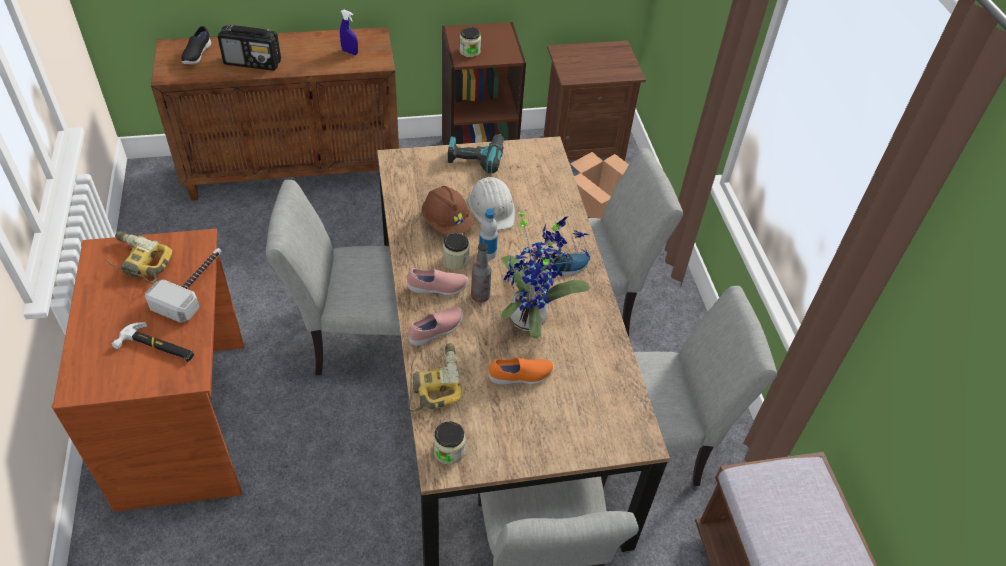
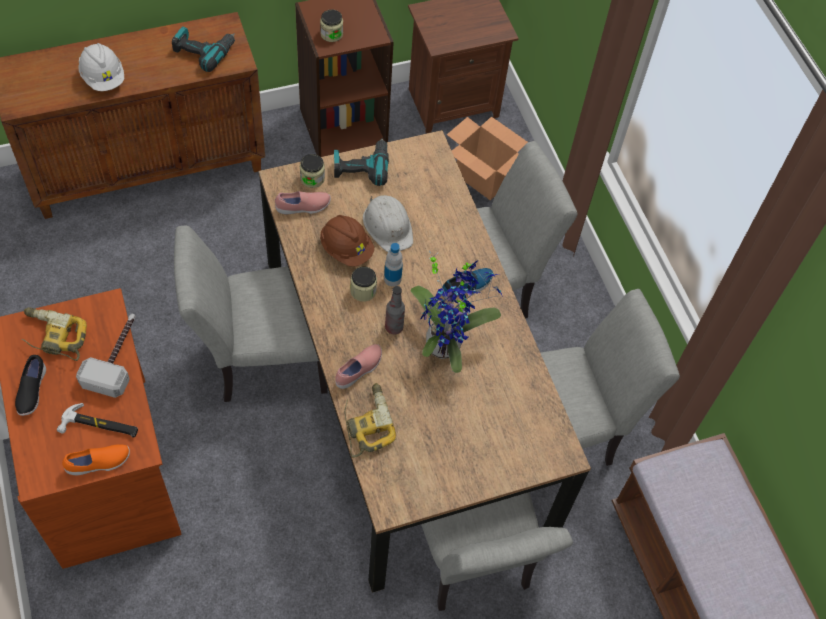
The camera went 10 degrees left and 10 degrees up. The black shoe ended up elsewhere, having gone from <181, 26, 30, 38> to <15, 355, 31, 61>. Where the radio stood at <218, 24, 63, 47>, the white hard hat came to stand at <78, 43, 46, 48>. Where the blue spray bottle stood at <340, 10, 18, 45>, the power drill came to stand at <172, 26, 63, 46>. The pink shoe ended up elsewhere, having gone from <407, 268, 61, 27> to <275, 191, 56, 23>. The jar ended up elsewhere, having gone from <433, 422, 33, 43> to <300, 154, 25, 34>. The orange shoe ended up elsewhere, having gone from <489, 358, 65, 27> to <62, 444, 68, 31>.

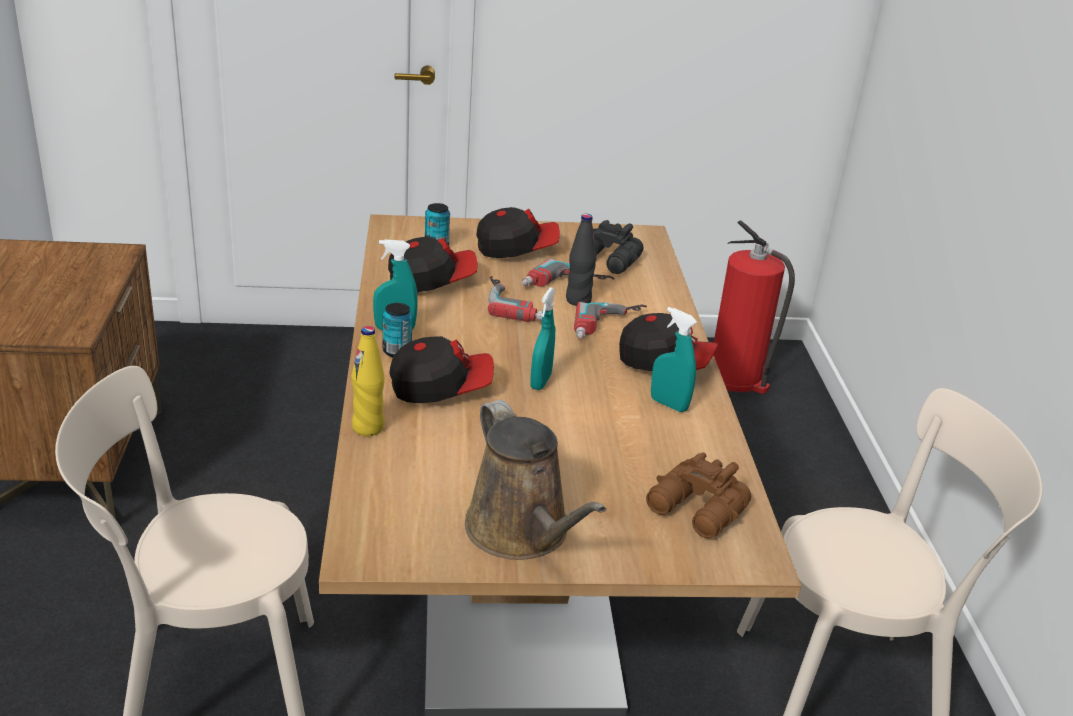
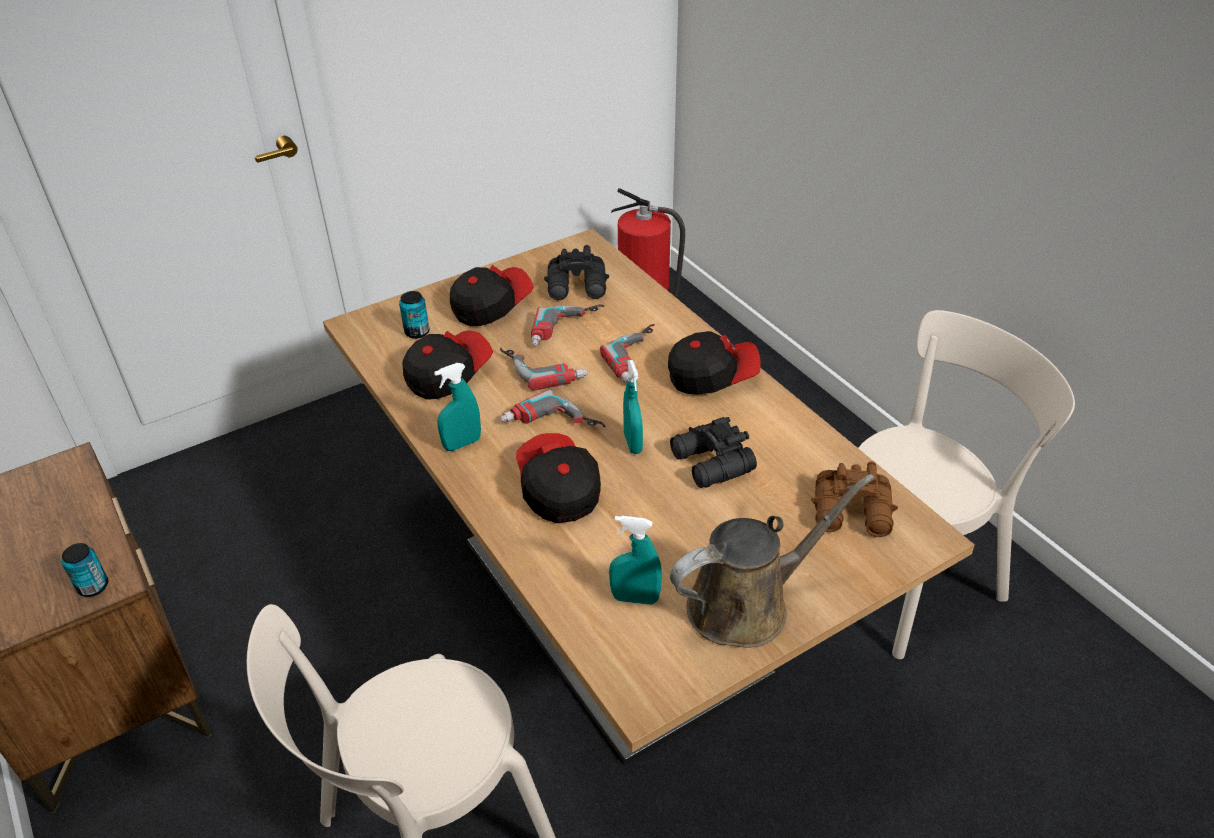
The camera went 25 degrees left and 10 degrees up. The second view lost the yellow bottle at <351, 326, 34, 110>. The can ended up elsewhere, having gone from <383, 303, 29, 54> to <62, 543, 47, 54>. The cap at <390, 336, 104, 67> ended up facing another way, 75 degrees counterclockwise from before. The brown watering can at <465, 400, 141, 160> ended up facing another way, 60 degrees counterclockwise from before. The second view lost the black bottle at <566, 214, 31, 92>. The turquoise spray bottle ended up elsewhere, having gone from <651, 307, 46, 105> to <609, 516, 53, 89>. The second view gained the power drill at <500, 390, 106, 37>. The second view gained the black binoculars at <670, 417, 87, 71>.

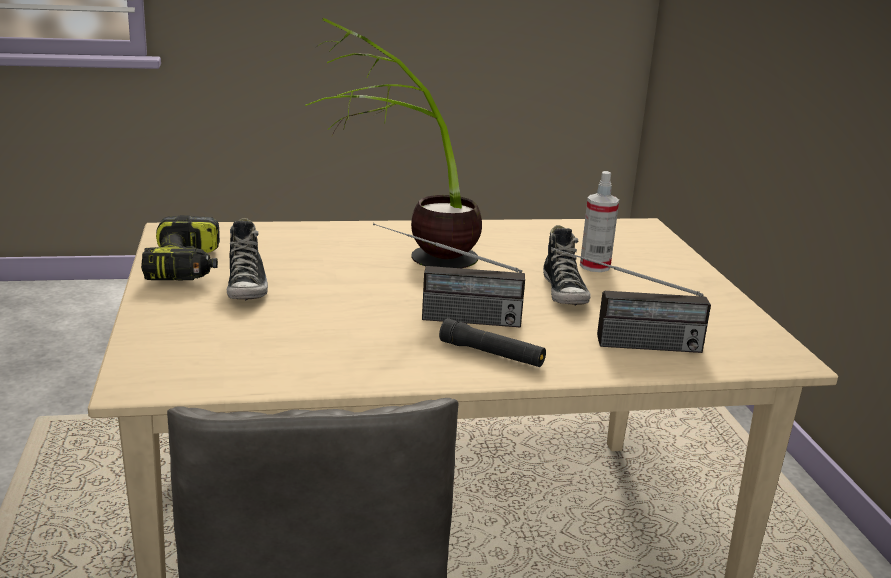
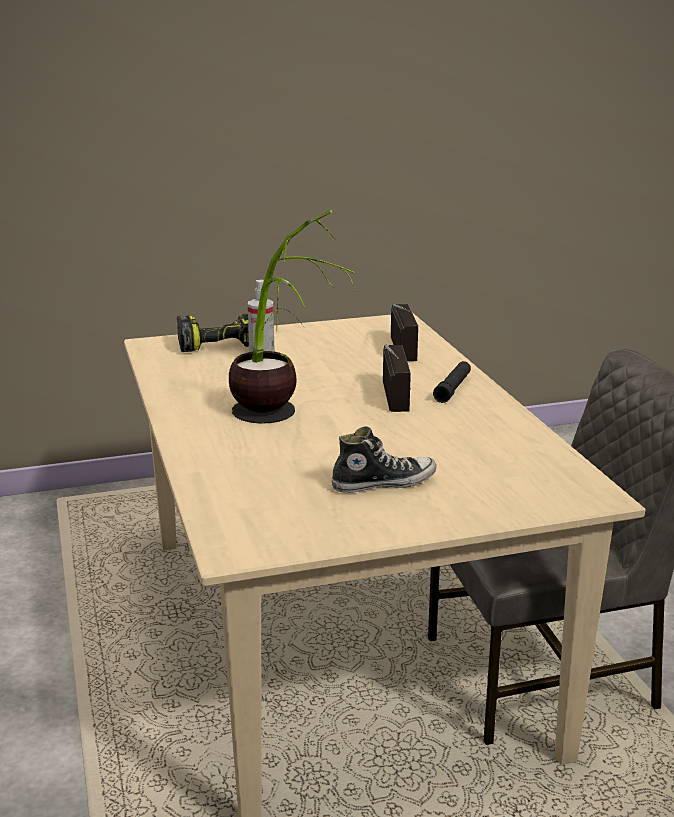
The camera went 95 degrees left and 0 degrees up. The power drill ended up elsewhere, having gone from <141, 215, 79, 65> to <177, 314, 72, 38>. The second view lost the shoe at <543, 225, 48, 81>.

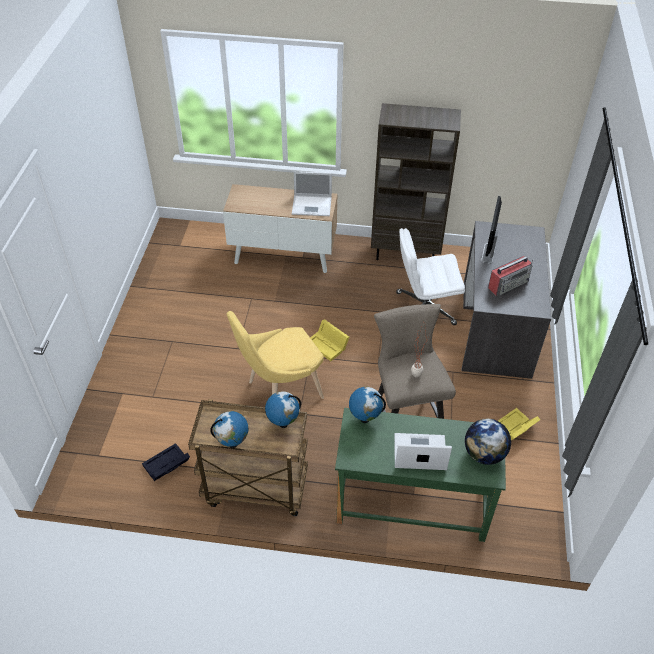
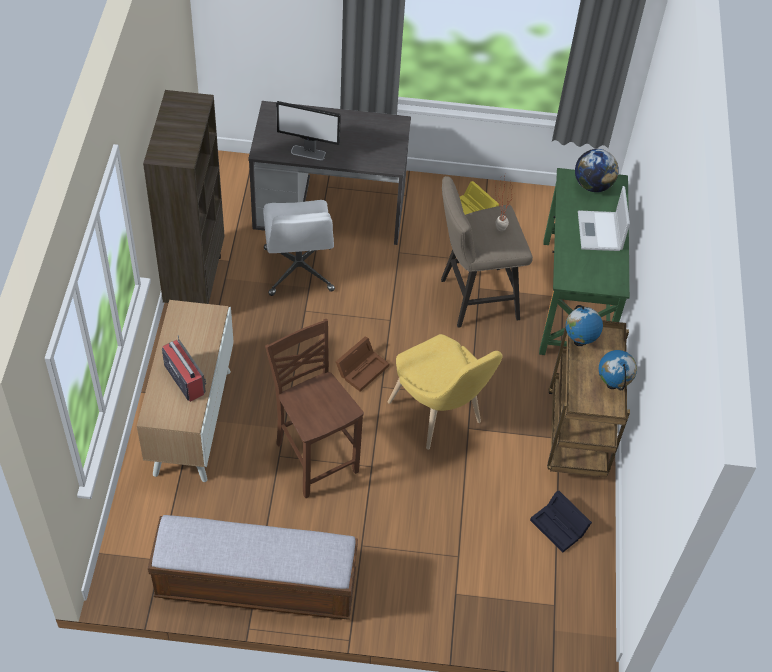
The camera went 95 degrees left and 5 degrees up. The second view lost the laptop at <292, 171, 40, 45>. What was the yellow storage box at <310, 319, 39, 42> turned into the brown storage box at <336, 337, 53, 55>. The second view lost the globe at <349, 387, 37, 36>. The radio ended up elsewhere, having gone from <488, 256, 45, 40> to <162, 335, 44, 67>. The second view gained the bench at <148, 515, 210, 105>. The second view gained the brown chair at <265, 319, 99, 179>.

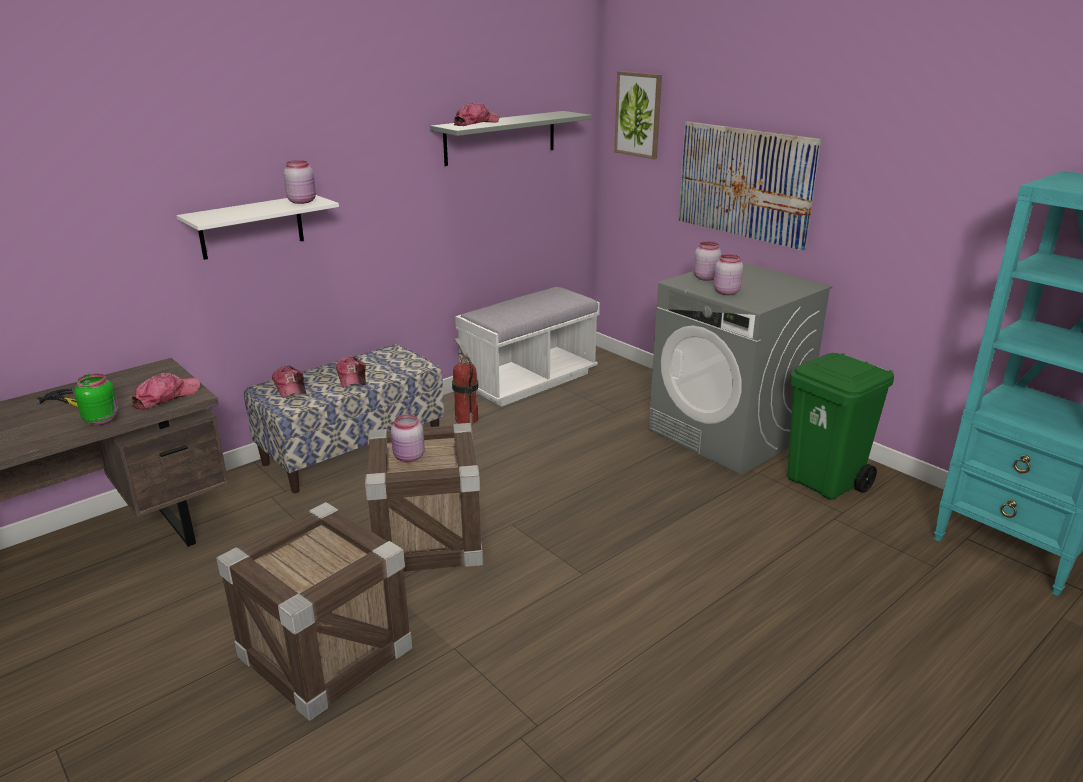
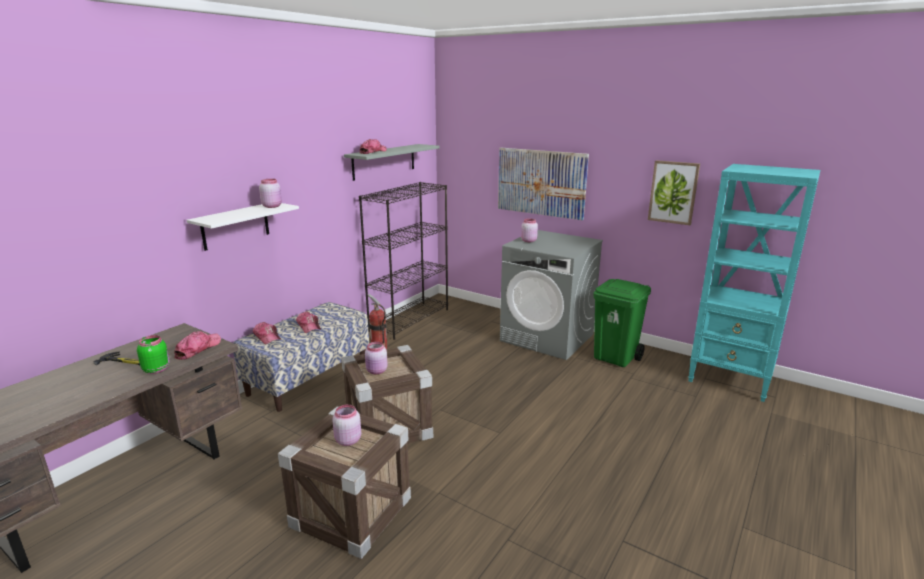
The camera went 15 degrees left and 5 degrees down. Where the white bench stood at <455, 287, 145, 120>, the black bookcase came to stand at <359, 182, 89, 158>. The picture ended up elsewhere, having gone from <614, 71, 48, 88> to <648, 160, 52, 65>. The pink jar ended up elsewhere, having gone from <714, 254, 29, 41> to <332, 405, 29, 41>.

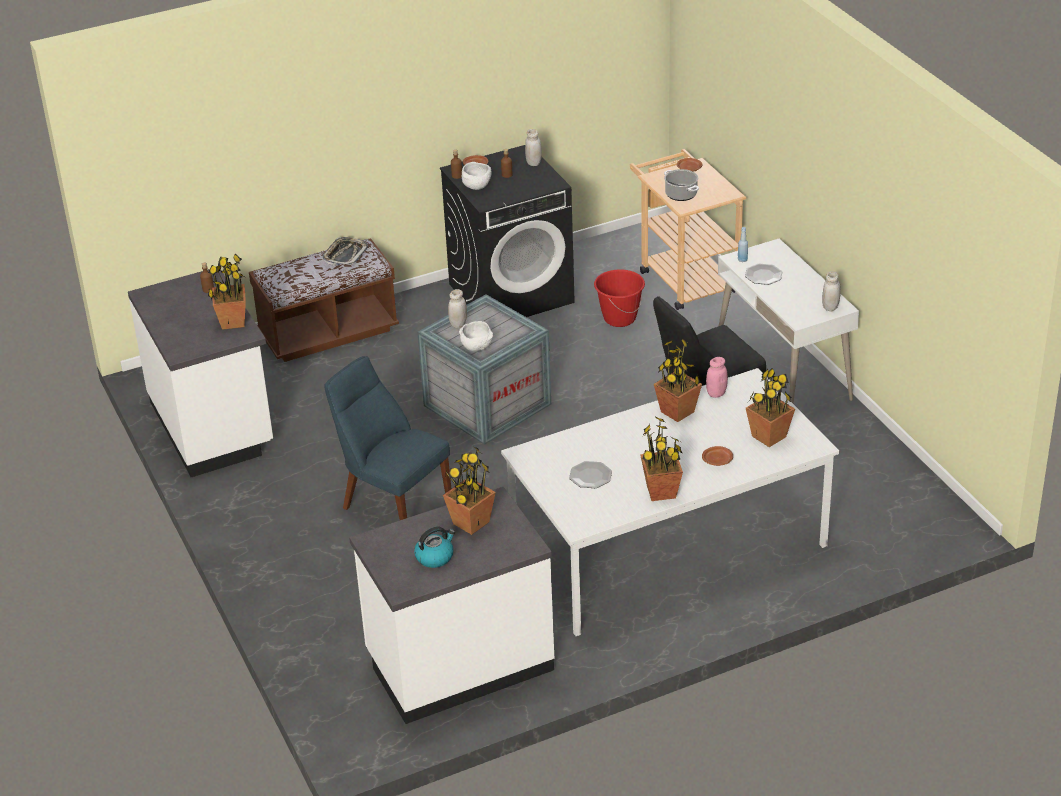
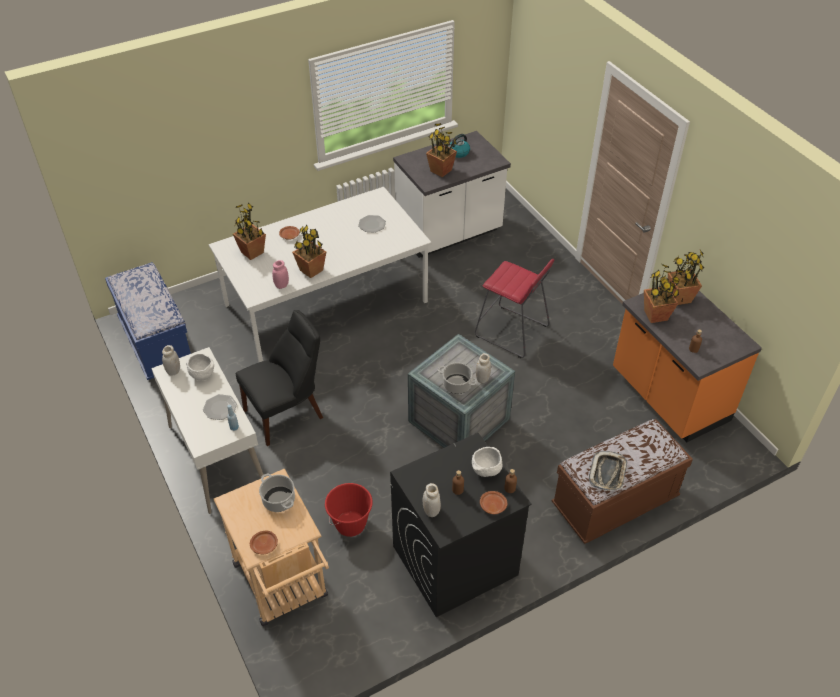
The camera went 175 degrees right and 10 degrees up. What was the white counter at <128, 269, 145, 208> turned into the orange counter at <613, 286, 149, 156>. Where the blue chair stood at <324, 356, 127, 164>, the red stool came to stand at <475, 259, 79, 99>. The white bowl ended up elsewhere, having gone from <459, 321, 34, 30> to <186, 354, 28, 26>. The potted plant ended up elsewhere, having gone from <640, 417, 43, 84> to <668, 250, 36, 55>. The second view gained the blue bench at <105, 262, 86, 118>. The second view gained the cooking pot at <438, 363, 40, 31>.

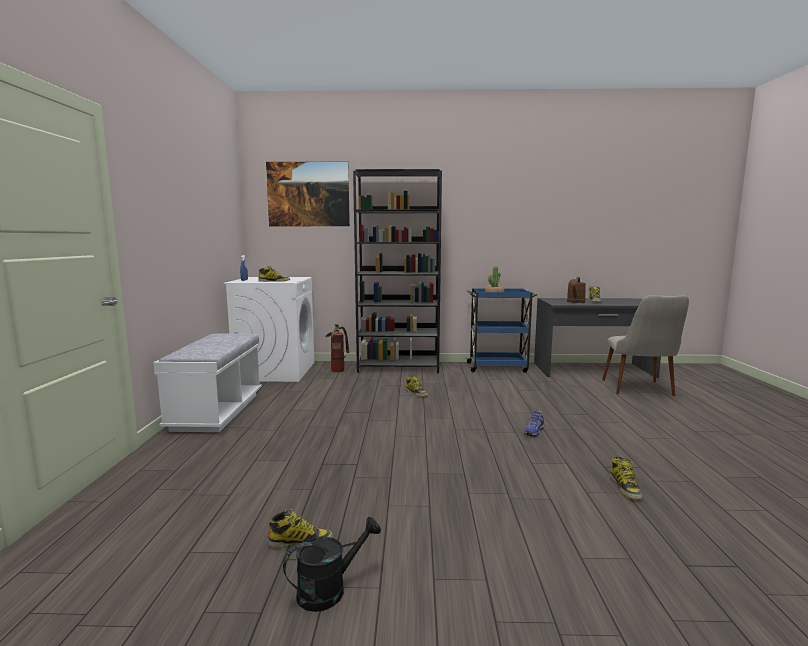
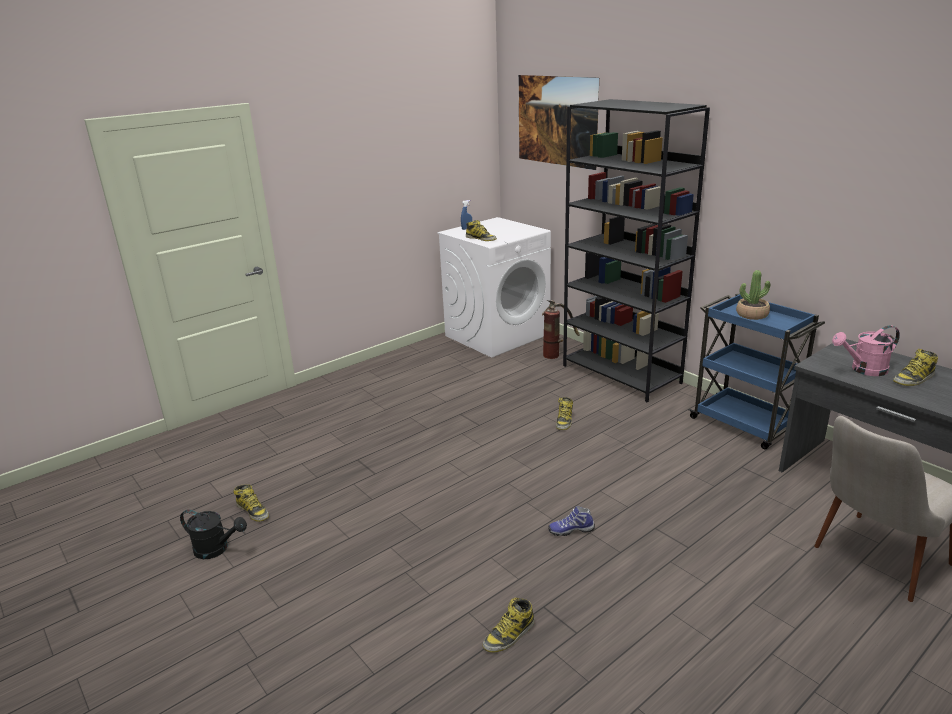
The camera went 50 degrees right and 15 degrees up. The second view lost the white bench at <153, 333, 109, 99>. What was the brown watering can at <567, 277, 19, 26> turned into the pink watering can at <832, 326, 68, 50>.

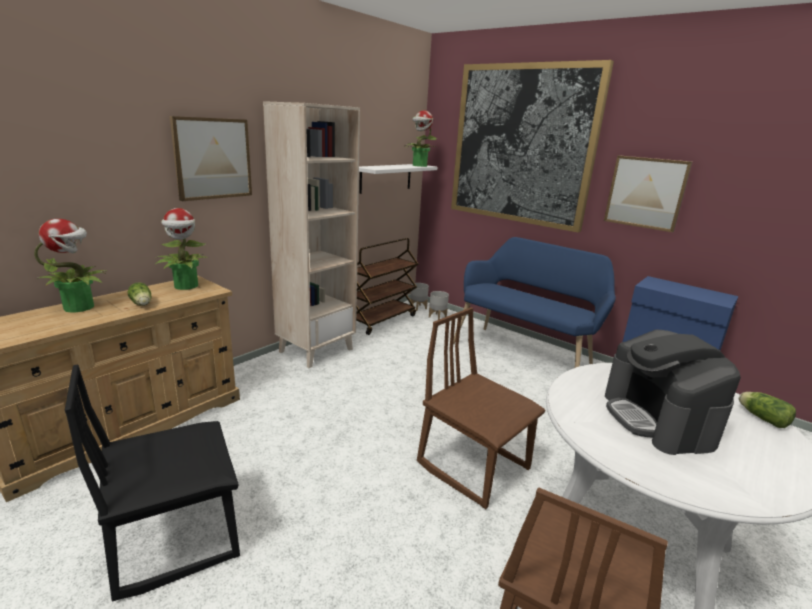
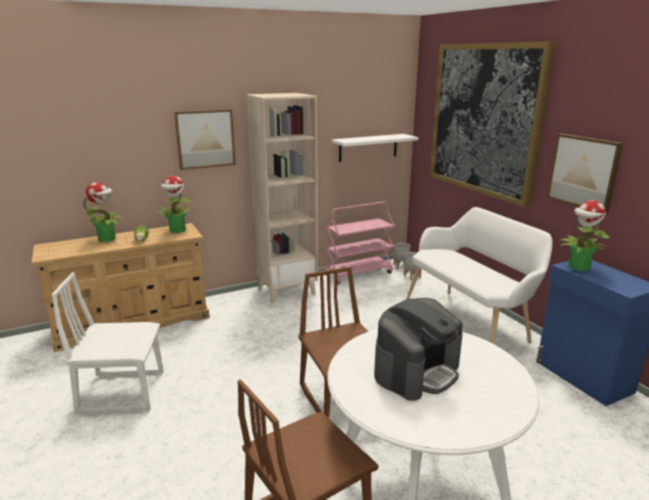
The camera went 25 degrees right and 0 degrees up. What was the black chair at <65, 365, 175, 237> turned into the white chair at <52, 272, 112, 144>. What was the brown cart at <356, 238, 62, 97> turned into the pink cart at <325, 201, 70, 83>. The potted plant ended up elsewhere, having gone from <405, 110, 33, 57> to <560, 200, 51, 71>. What was the blue bench at <453, 237, 163, 131> turned into the white bench at <406, 207, 147, 137>. The coffee machine at <605, 329, 136, 126> ended up facing another way, 150 degrees counterclockwise from before. The second view lost the lettuce at <739, 392, 57, 36>.

